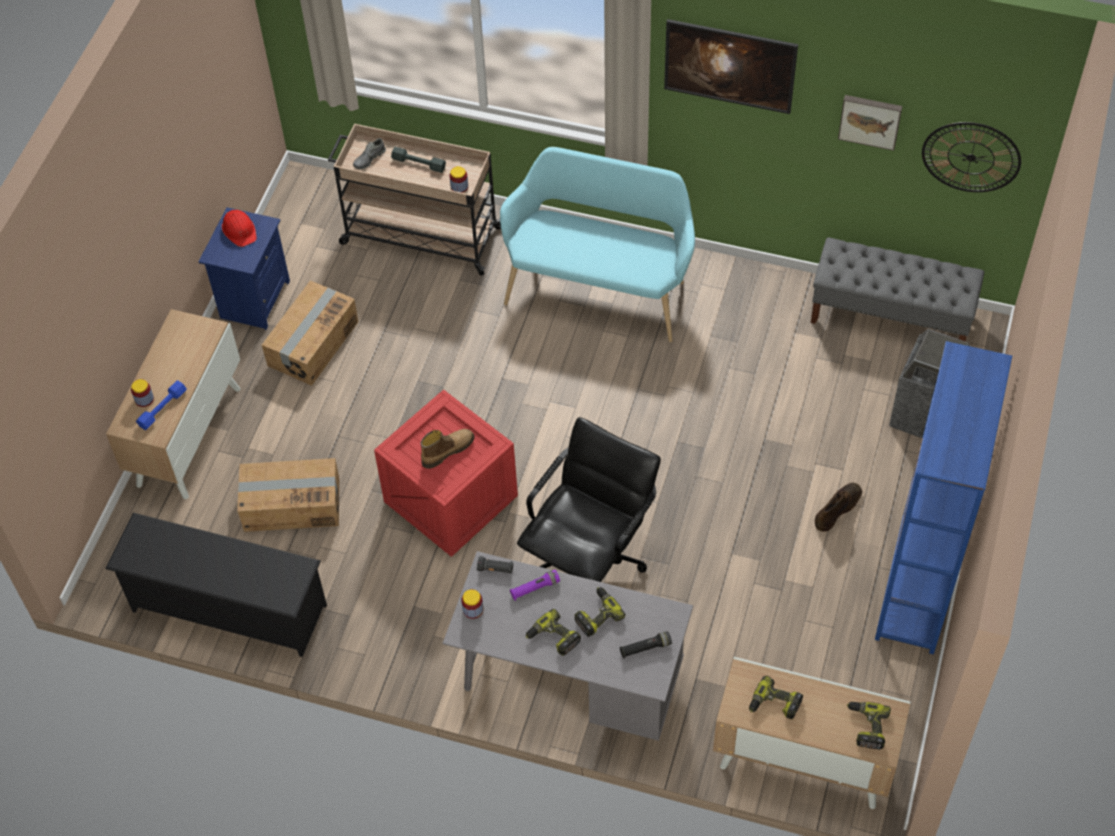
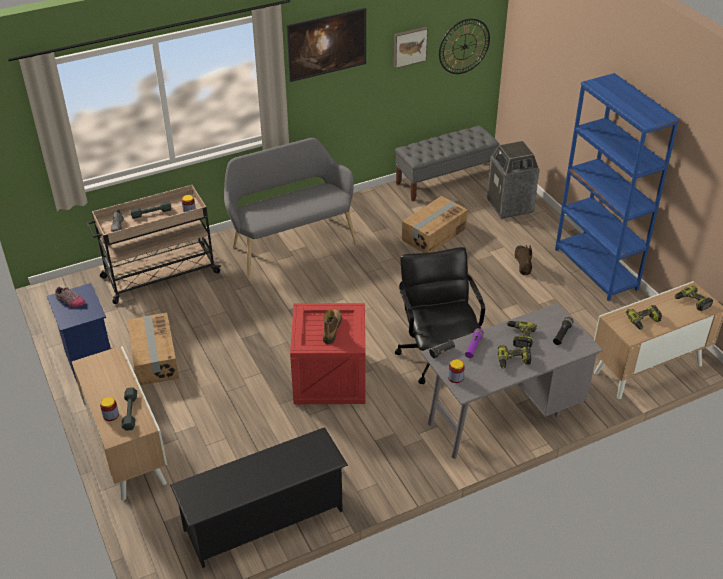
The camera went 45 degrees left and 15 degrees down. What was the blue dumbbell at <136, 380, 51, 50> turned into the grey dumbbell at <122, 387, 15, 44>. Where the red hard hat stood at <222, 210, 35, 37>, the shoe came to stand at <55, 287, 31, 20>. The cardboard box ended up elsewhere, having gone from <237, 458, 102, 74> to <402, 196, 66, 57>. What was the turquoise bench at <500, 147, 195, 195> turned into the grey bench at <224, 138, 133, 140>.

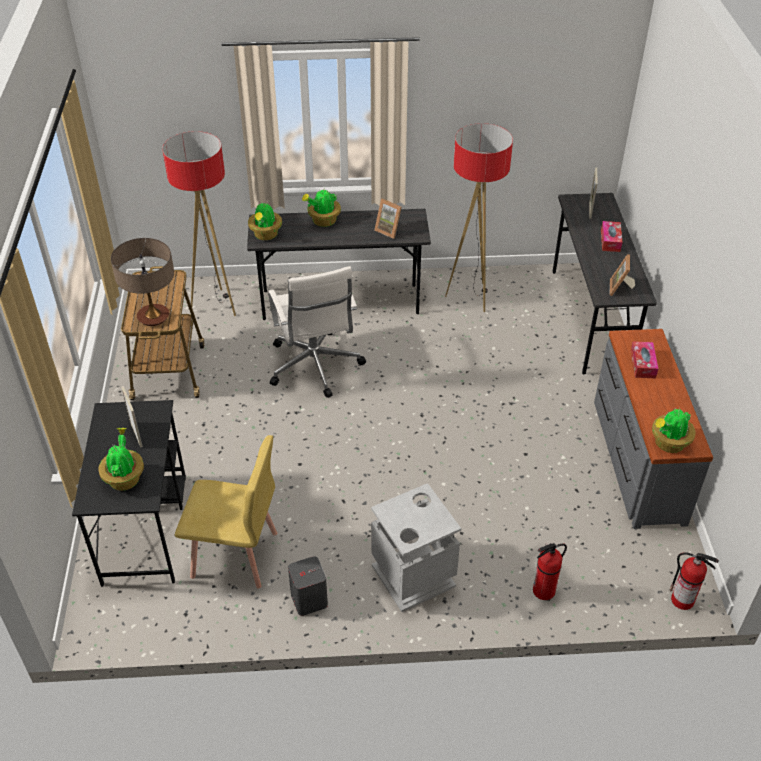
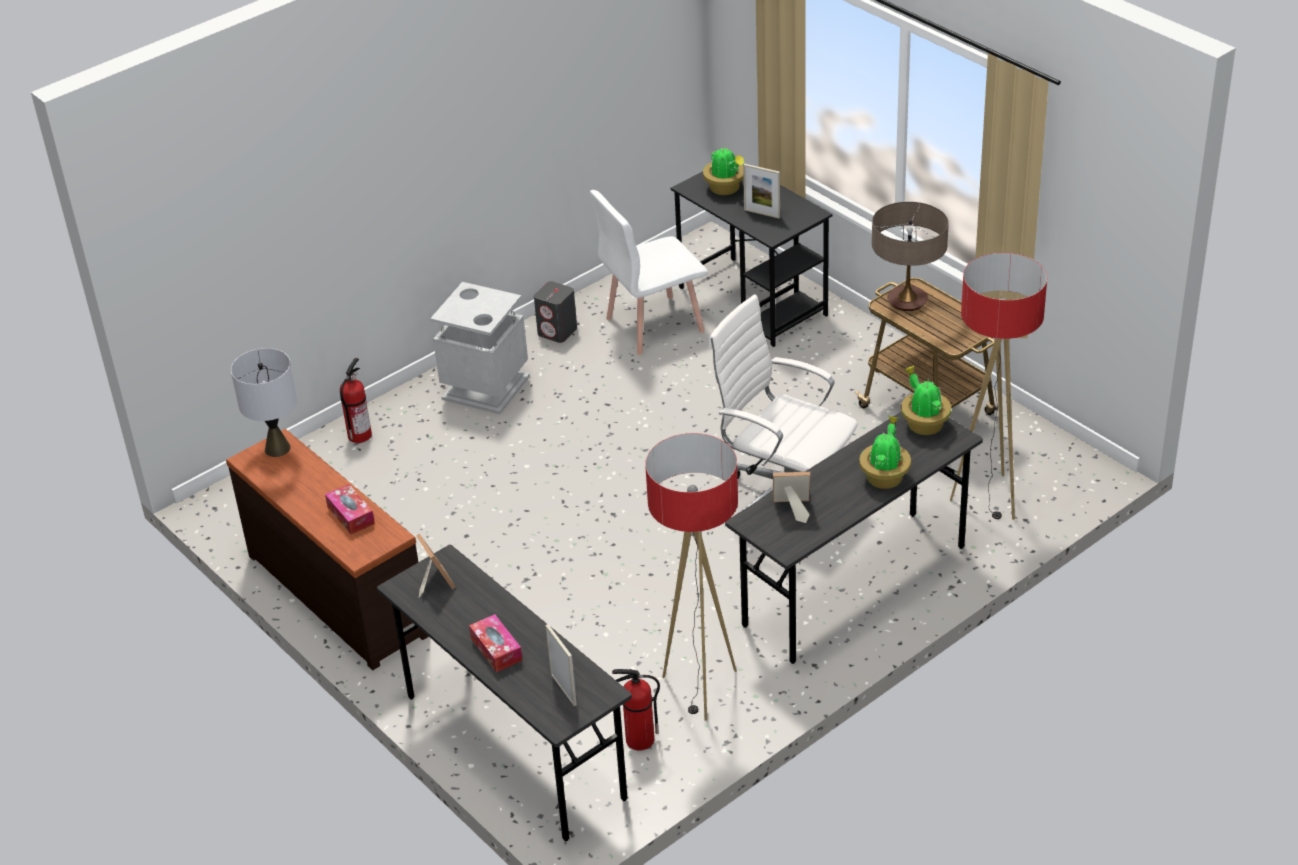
The camera went 145 degrees right and 5 degrees down. What was the yellow chair at <175, 435, 102, 154> turned into the white chair at <590, 190, 118, 165>. What was the grey dresser at <594, 329, 119, 200> turned into the brown dresser at <226, 429, 203, 241>. Where the potted plant stood at <652, 408, 44, 45>, the grey table lamp came to stand at <231, 348, 66, 109>. The fire extinguisher ended up elsewhere, having gone from <670, 552, 49, 58> to <612, 669, 48, 81>.

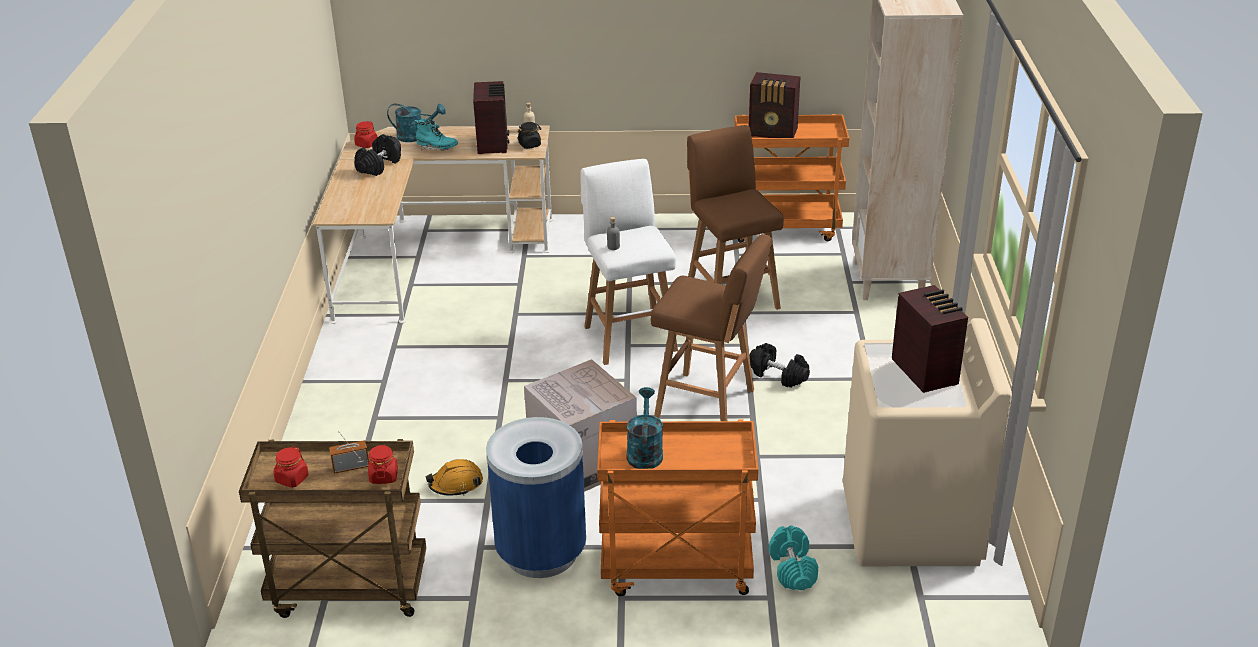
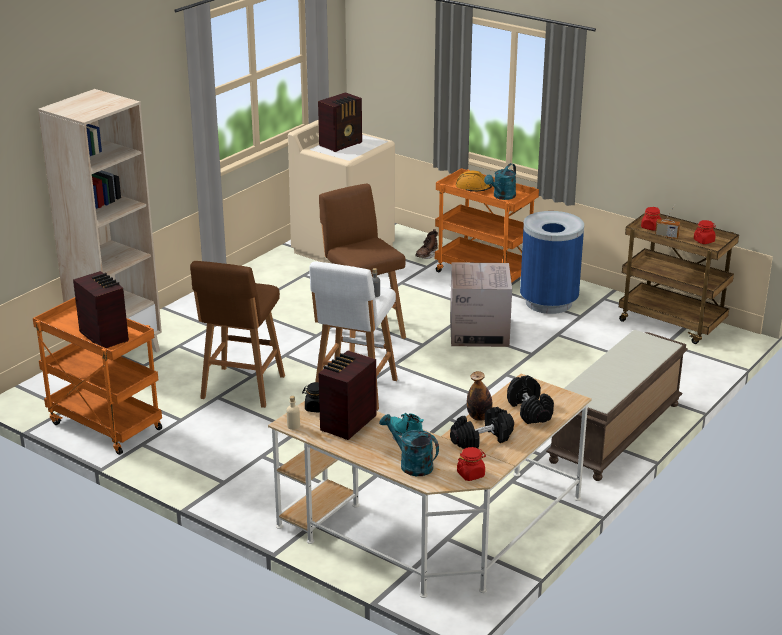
The camera went 145 degrees left and 5 degrees down. The orange hard hat ended up elsewhere, having gone from <426, 459, 57, 37> to <456, 171, 38, 21>. The black dumbbell ended up elsewhere, having gone from <749, 343, 61, 45> to <507, 375, 47, 49>. Where the turquoise dumbbell stood at <769, 525, 49, 65>, the brown boot came to stand at <416, 229, 22, 30>. The radio at <892, 285, 76, 108> ended up facing another way, 150 degrees counterclockwise from before. The second view gained the bottle at <467, 371, 26, 50>. The second view gained the brown bench at <546, 330, 142, 151>.

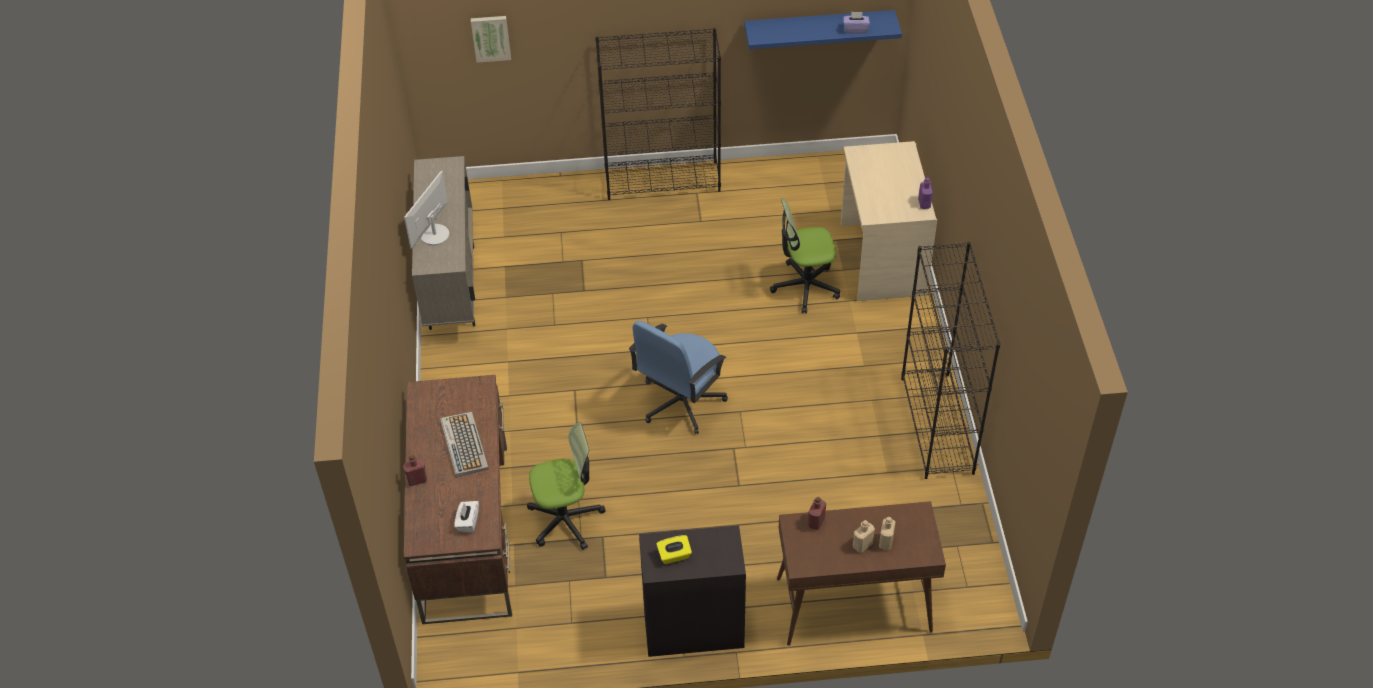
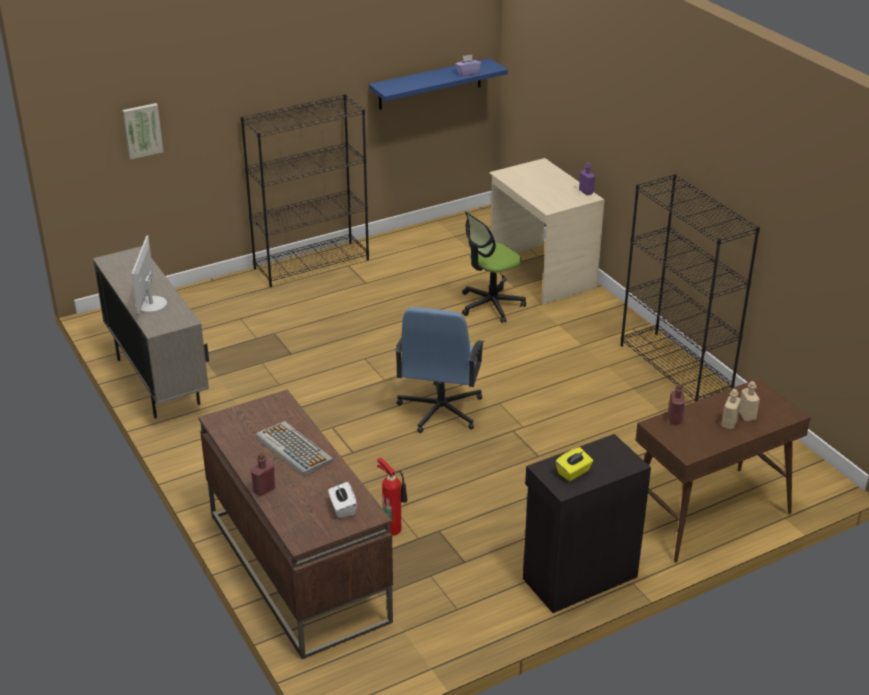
The camera went 25 degrees left and 15 degrees down. Where the office chair stood at <527, 422, 79, 128>, the fire extinguisher came to stand at <377, 457, 31, 79>.

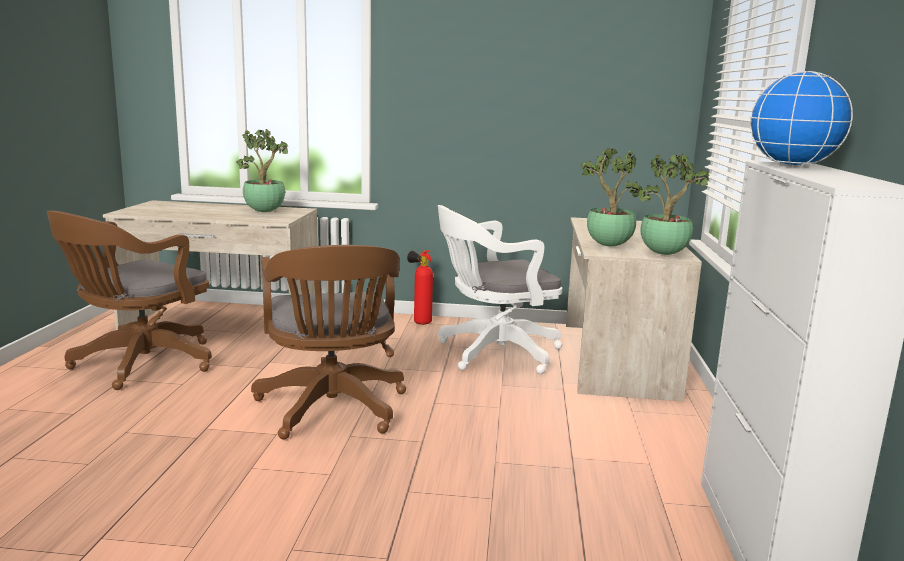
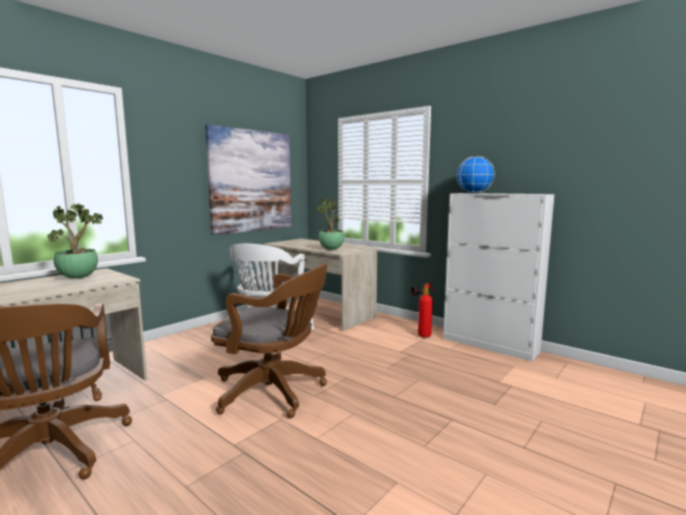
The camera went 55 degrees left and 5 degrees down. The fire extinguisher ended up elsewhere, having gone from <407, 250, 26, 75> to <412, 283, 21, 55>. The second view lost the potted plant at <638, 154, 71, 101>. The second view gained the picture at <205, 124, 86, 111>.

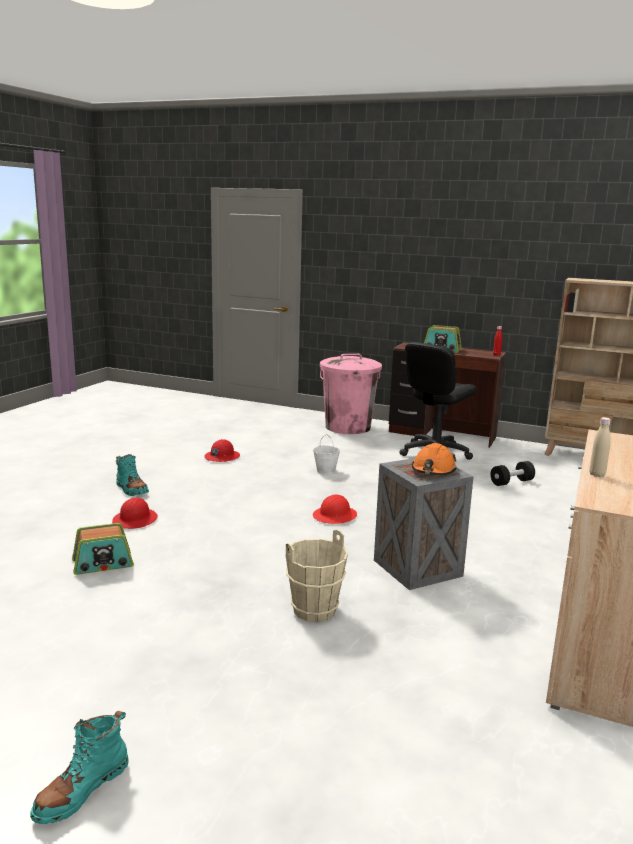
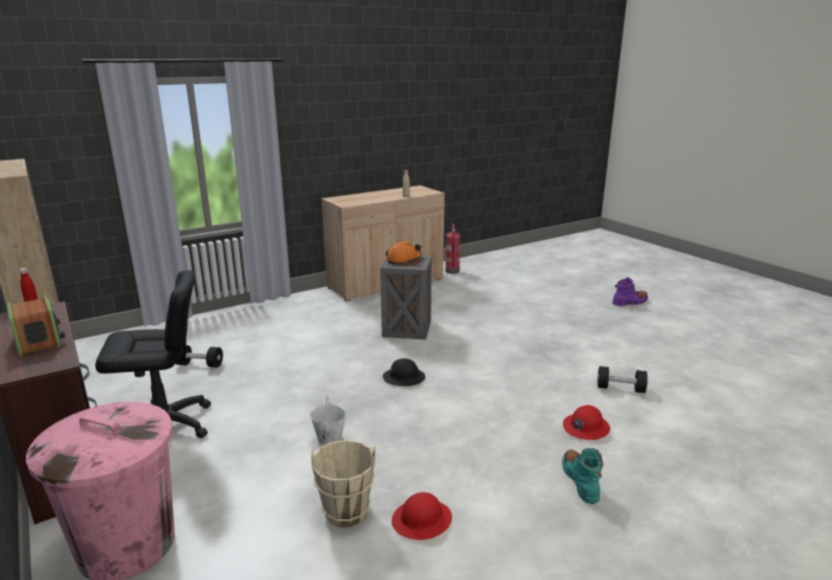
The camera went 145 degrees left and 5 degrees up. What was the turquoise boot at <30, 711, 99, 113> turned into the purple boot at <612, 277, 36, 29>. Where the radio stood at <72, 523, 62, 52>, the black dumbbell came to stand at <597, 366, 51, 27>. The beige bucket ended up elsewhere, having gone from <286, 530, 62, 92> to <311, 440, 65, 87>. What was the red hard hat at <313, 494, 44, 30> turned into the black hard hat at <383, 358, 42, 28>. The second view gained the fire extinguisher at <445, 224, 15, 50>.

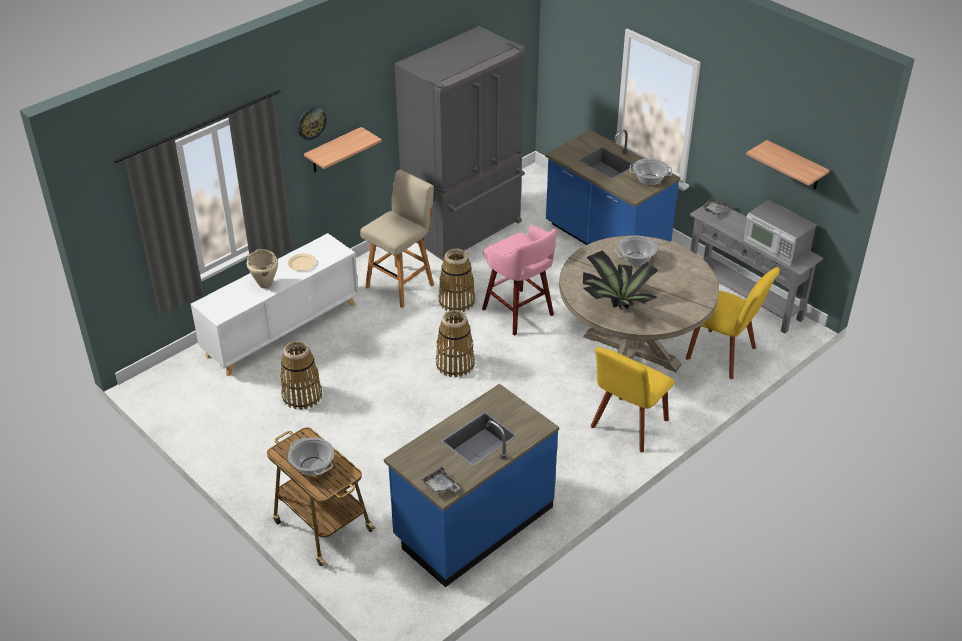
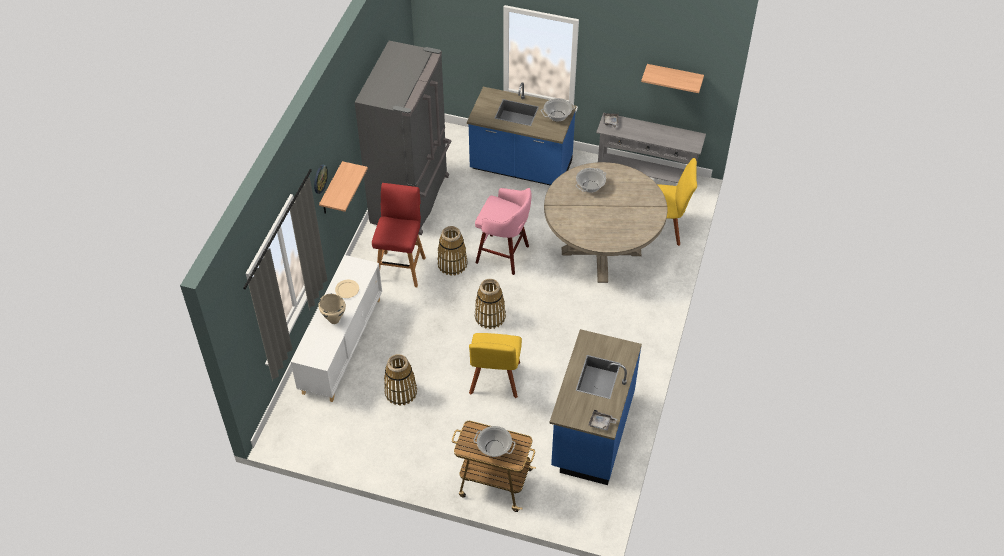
The camera went 30 degrees left and 10 degrees up. What was the beige stool at <360, 170, 74, 138> turned into the red stool at <372, 183, 54, 104>. The second view lost the potted plant at <583, 250, 76, 59>. The yellow chair ended up elsewhere, having gone from <591, 347, 84, 105> to <469, 333, 53, 65>. The second view lost the microwave at <743, 200, 73, 66>.

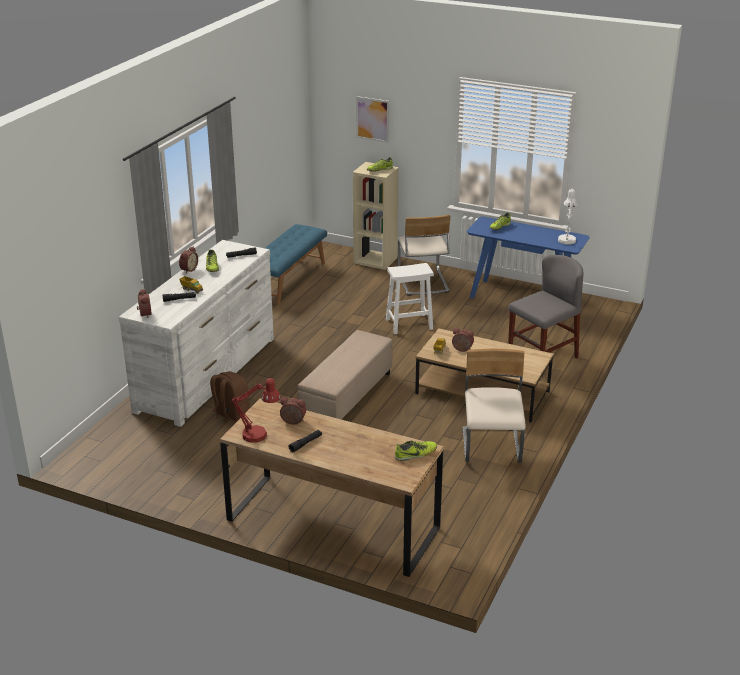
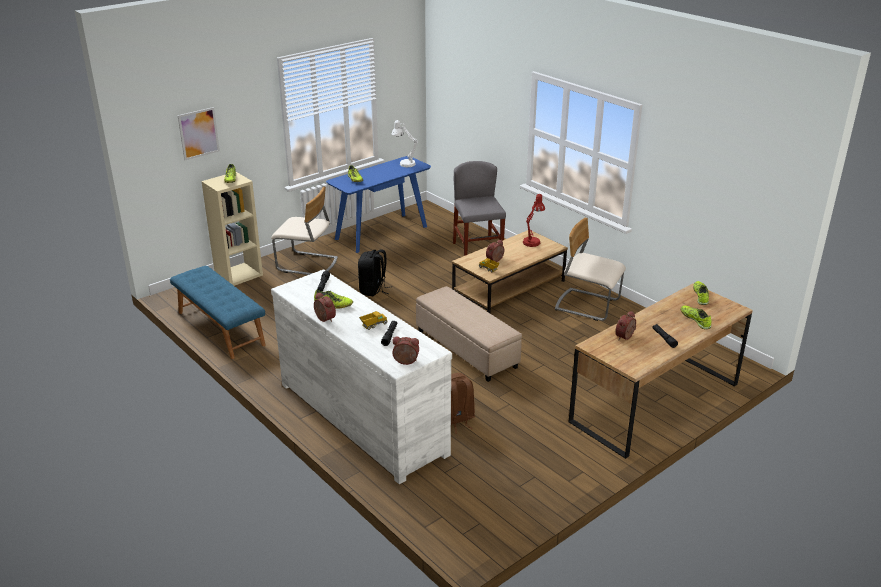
The camera went 65 degrees left and 0 degrees up. The red table lamp ended up elsewhere, having gone from <232, 378, 49, 65> to <523, 194, 22, 53>. Where the white stool stood at <386, 263, 48, 72>, the black backpack came to stand at <358, 249, 31, 47>. The second view gained the shoe at <681, 305, 30, 24>.

